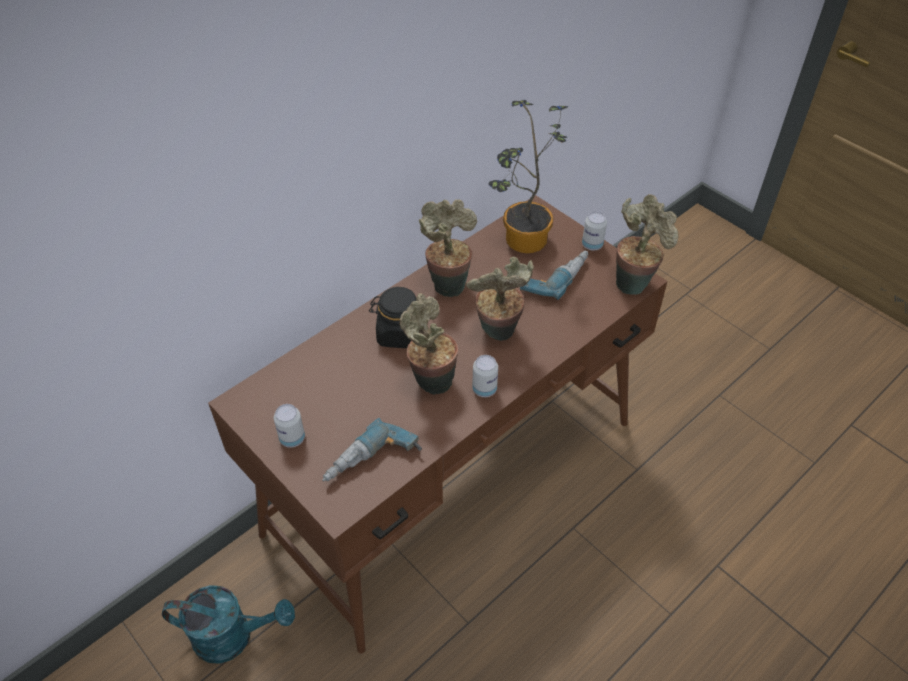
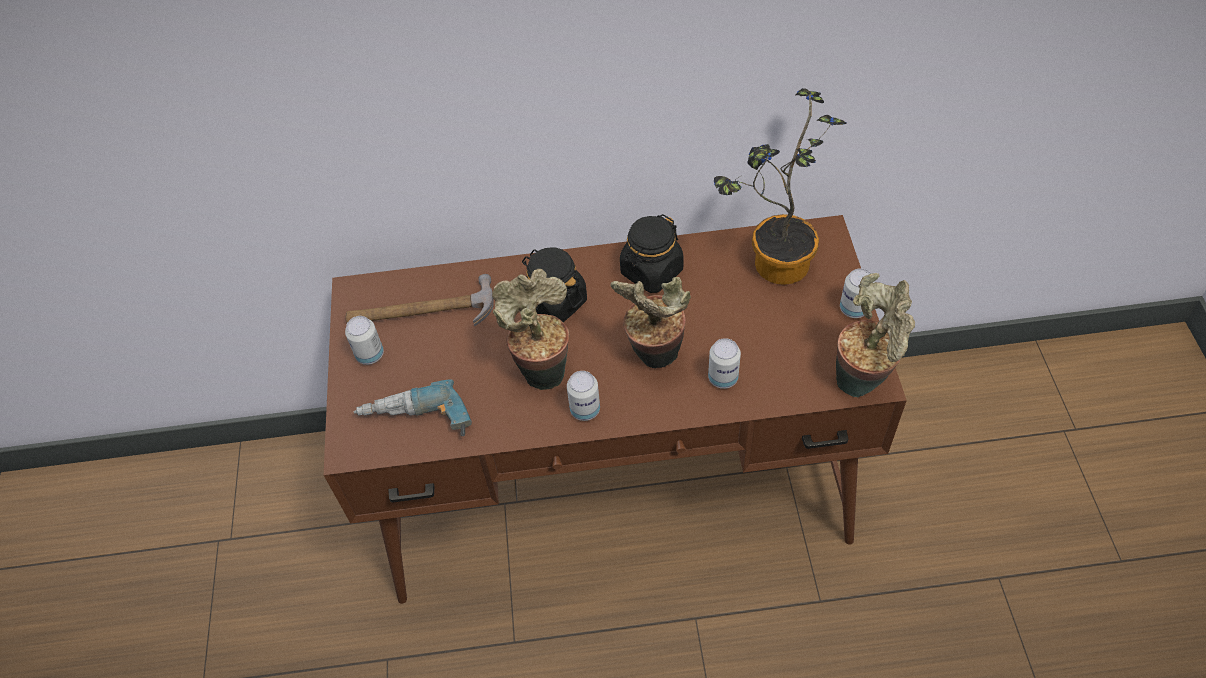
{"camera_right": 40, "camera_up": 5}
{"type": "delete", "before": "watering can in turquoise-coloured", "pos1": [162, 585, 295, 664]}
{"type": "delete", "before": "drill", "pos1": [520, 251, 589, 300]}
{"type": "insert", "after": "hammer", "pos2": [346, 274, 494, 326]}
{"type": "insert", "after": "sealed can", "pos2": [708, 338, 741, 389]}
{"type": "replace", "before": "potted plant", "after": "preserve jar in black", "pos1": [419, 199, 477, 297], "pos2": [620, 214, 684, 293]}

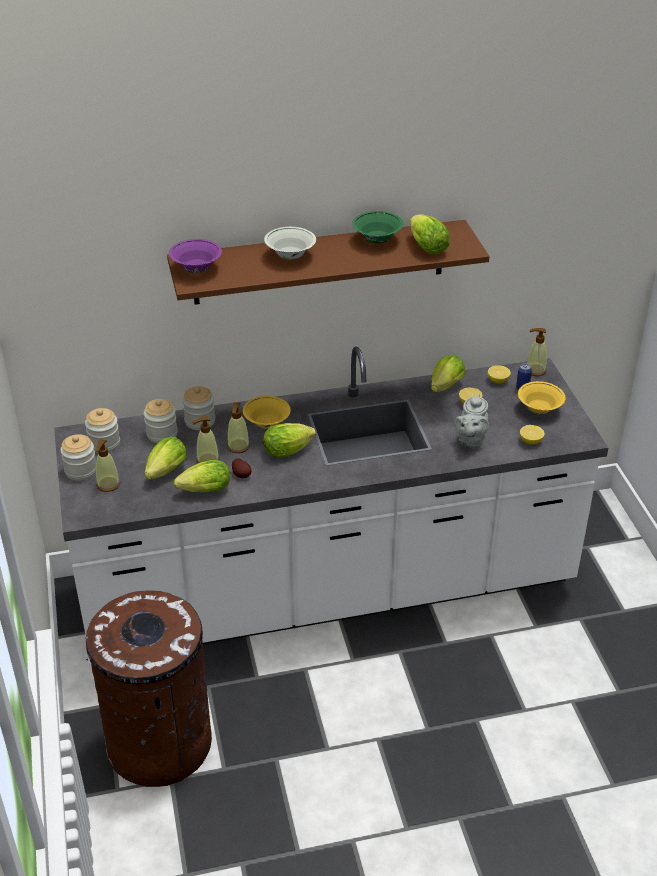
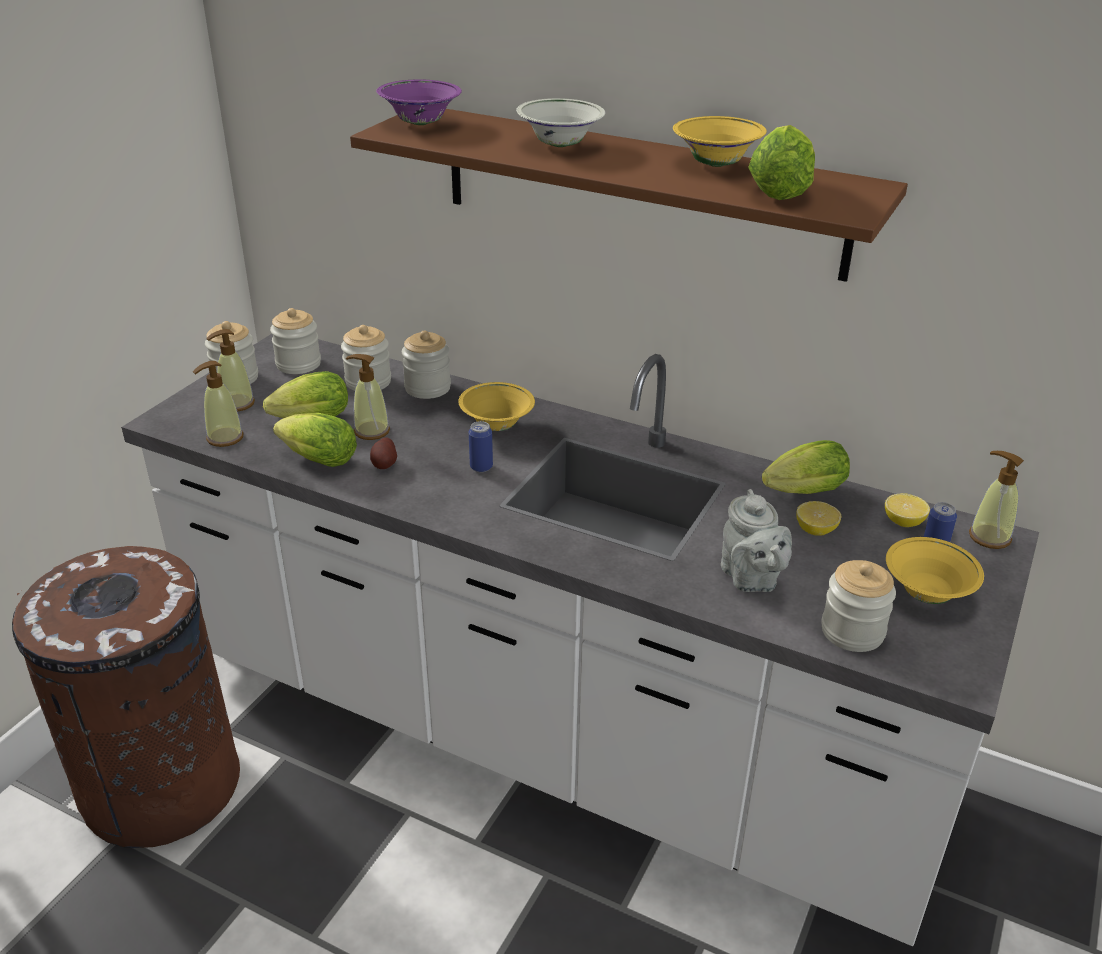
{"camera_right": 40, "camera_up": -5}
{"type": "move", "before": "soap bottle", "pos1": [227, 402, 250, 453], "pos2": [193, 361, 244, 447]}
{"type": "replace", "before": "lettuce", "after": "sealed can", "pos1": [263, 423, 316, 458], "pos2": [469, 421, 493, 472]}
{"type": "replace", "before": "lemon", "after": "preserve jar", "pos1": [520, 425, 545, 445], "pos2": [821, 560, 896, 652]}
{"type": "recolor", "before": "bowl in green-coloured", "after": "bowl in yellow", "pos1": [352, 211, 403, 244], "pos2": [673, 116, 767, 167]}
{"type": "rotate", "before": "tea pot in gray", "pos1": [455, 394, 489, 449], "pos2": [721, 489, 792, 592], "turn": -75}

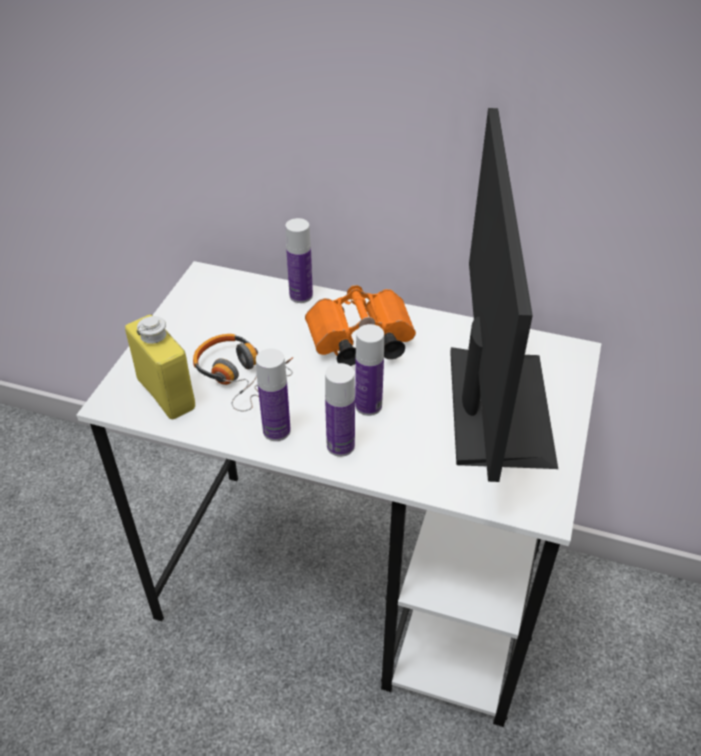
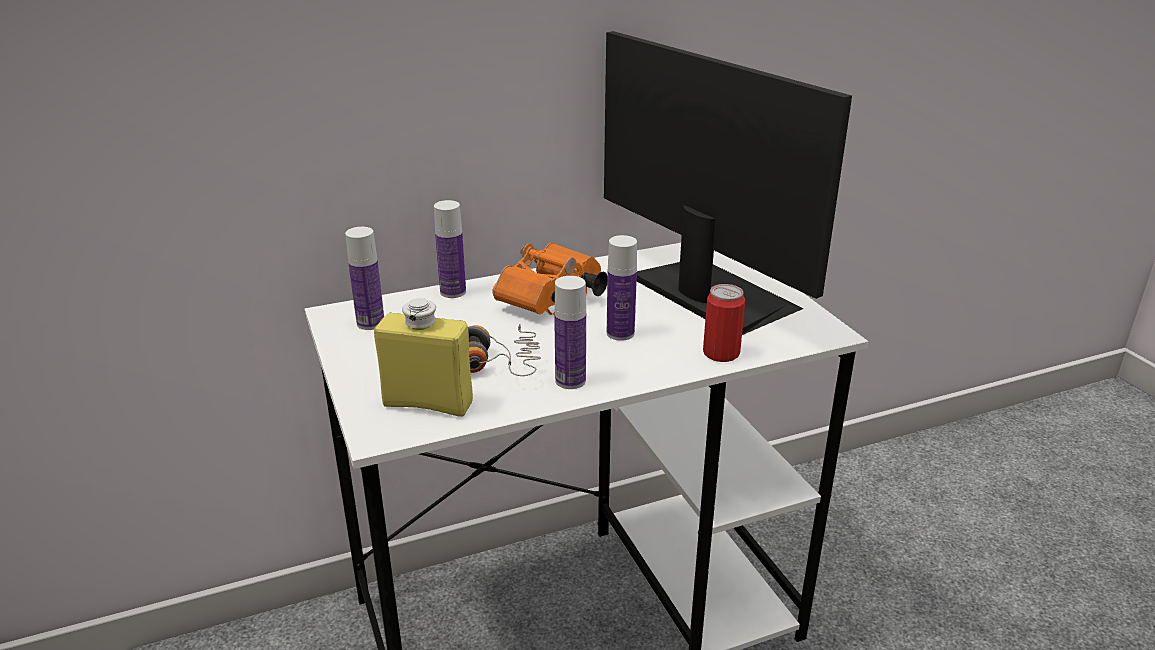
{"camera_right": -40, "camera_up": -15}
{"type": "insert", "after": "sealed can", "pos2": [703, 284, 745, 362]}
{"type": "move", "before": "beverage bottle", "pos1": [325, 363, 355, 457], "pos2": [345, 227, 384, 330]}

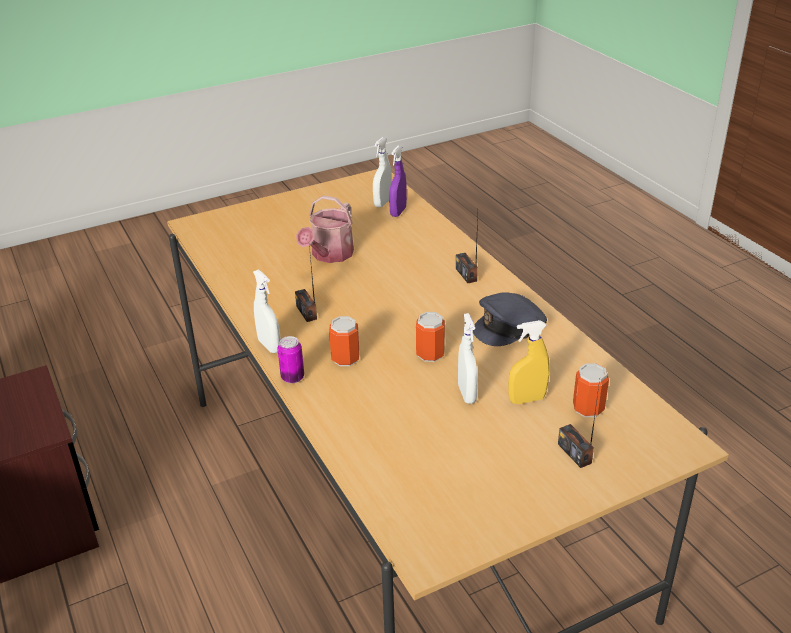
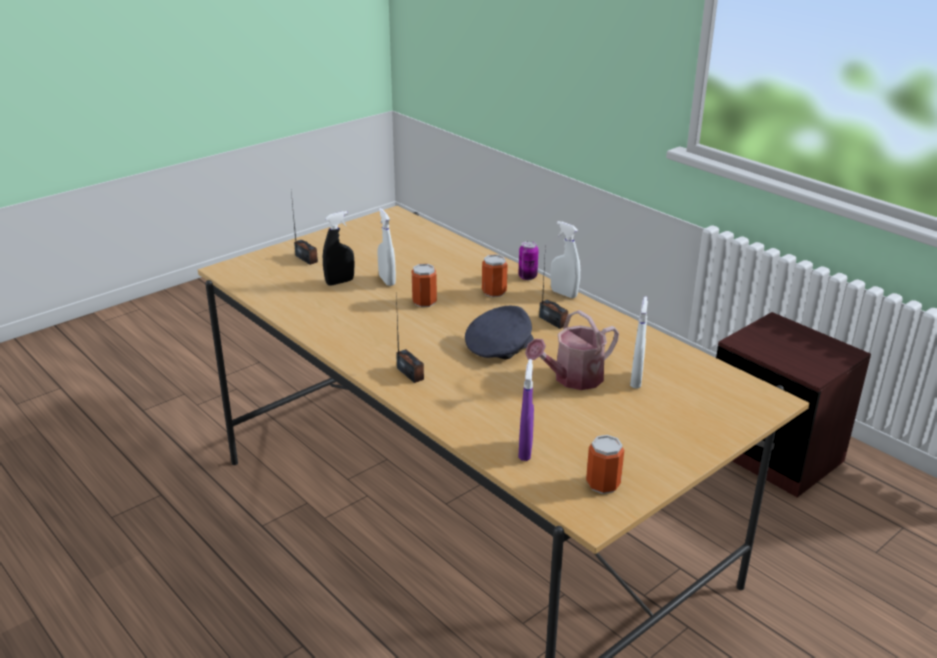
{"camera_right": 165, "camera_up": -5}
{"type": "move", "before": "hand sprayer in white-coloured", "pos1": [373, 137, 392, 207], "pos2": [630, 296, 648, 389]}
{"type": "move", "before": "baseball cap in gray", "pos1": [473, 292, 547, 346], "pos2": [465, 306, 534, 360]}
{"type": "move", "before": "sealed can", "pos1": [573, 363, 609, 417], "pos2": [586, 435, 624, 494]}
{"type": "recolor", "before": "hand sprayer in yellow", "after": "hand sprayer in black", "pos1": [508, 320, 550, 404], "pos2": [323, 211, 355, 286]}
{"type": "rotate", "before": "watering can", "pos1": [296, 195, 354, 263], "pos2": [525, 310, 619, 390], "turn": -135}

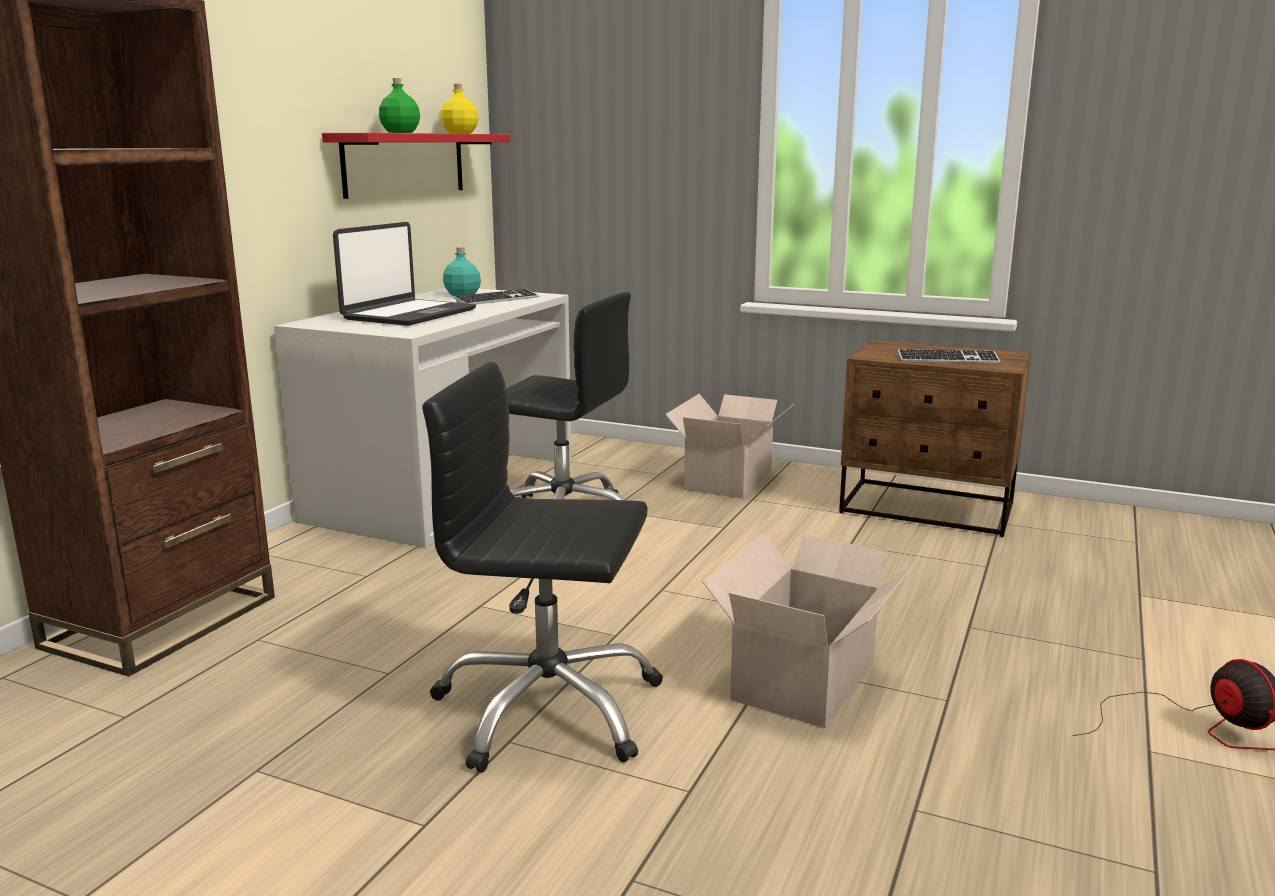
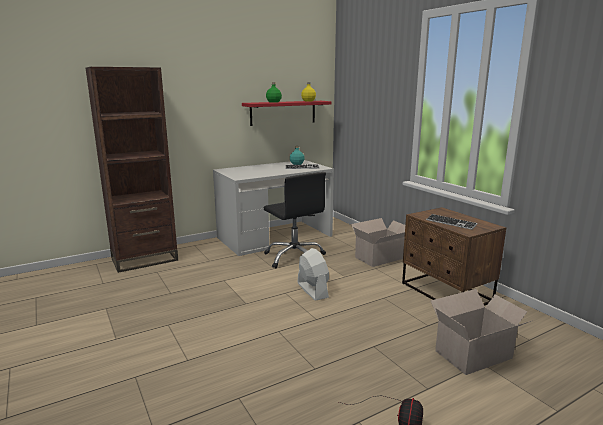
{"camera_right": 35, "camera_up": 0}
{"type": "delete", "before": "portable computer", "pos1": [333, 222, 476, 326]}
{"type": "delete", "before": "desk chair in black", "pos1": [422, 362, 663, 773]}
{"type": "insert", "after": "fan in white-coloured", "pos2": [297, 248, 329, 301]}
{"type": "move", "before": "carton", "pos1": [702, 533, 914, 728], "pos2": [431, 289, 533, 375]}

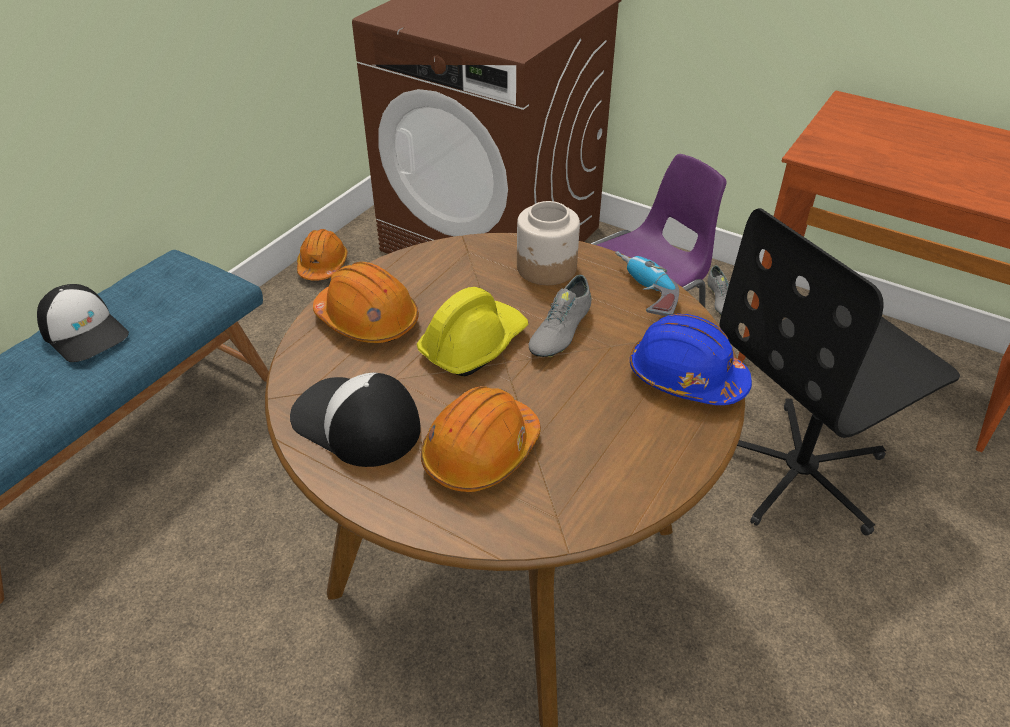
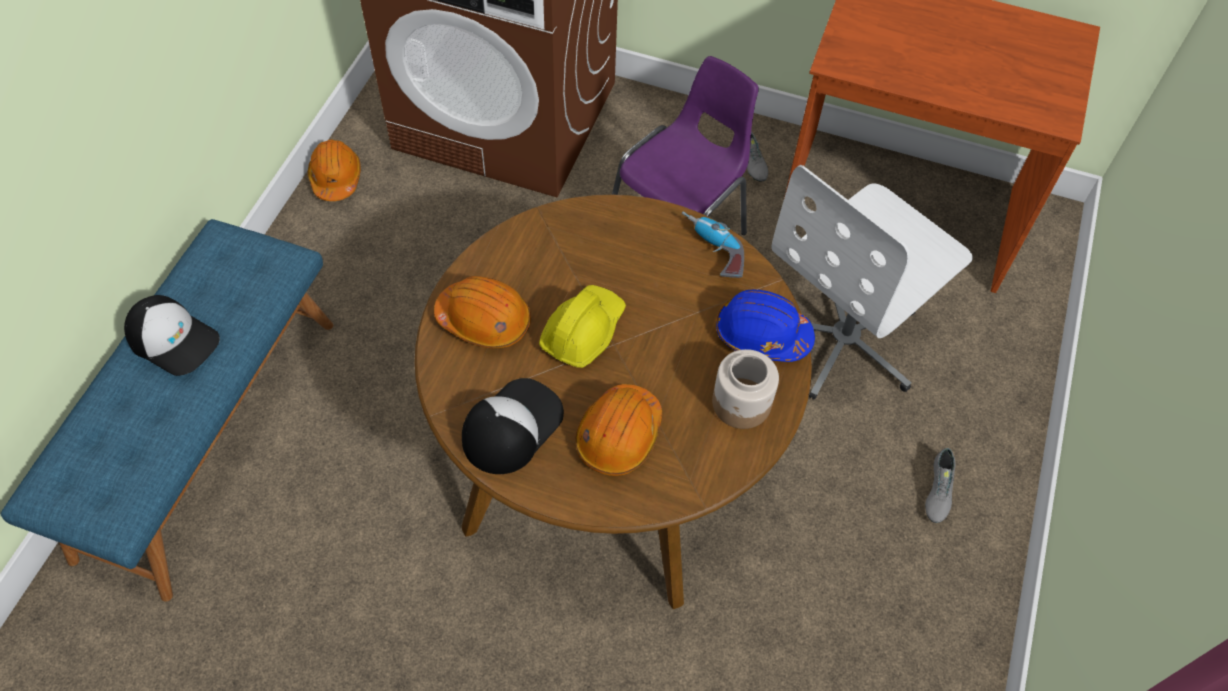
{"camera_right": -15, "camera_up": 15}
{"type": "move", "before": "preserve jar", "pos1": [517, 201, 580, 285], "pos2": [712, 349, 779, 429]}
{"type": "move", "before": "item of footwear in gray", "pos1": [529, 275, 591, 357], "pos2": [925, 448, 955, 523]}
{"type": "recolor", "before": "desk chair in black", "after": "desk chair in white-coloured", "pos1": [719, 208, 960, 536], "pos2": [771, 165, 973, 400]}
{"type": "rotate", "before": "baseball cap", "pos1": [290, 373, 421, 467], "pos2": [462, 378, 564, 474], "turn": 105}

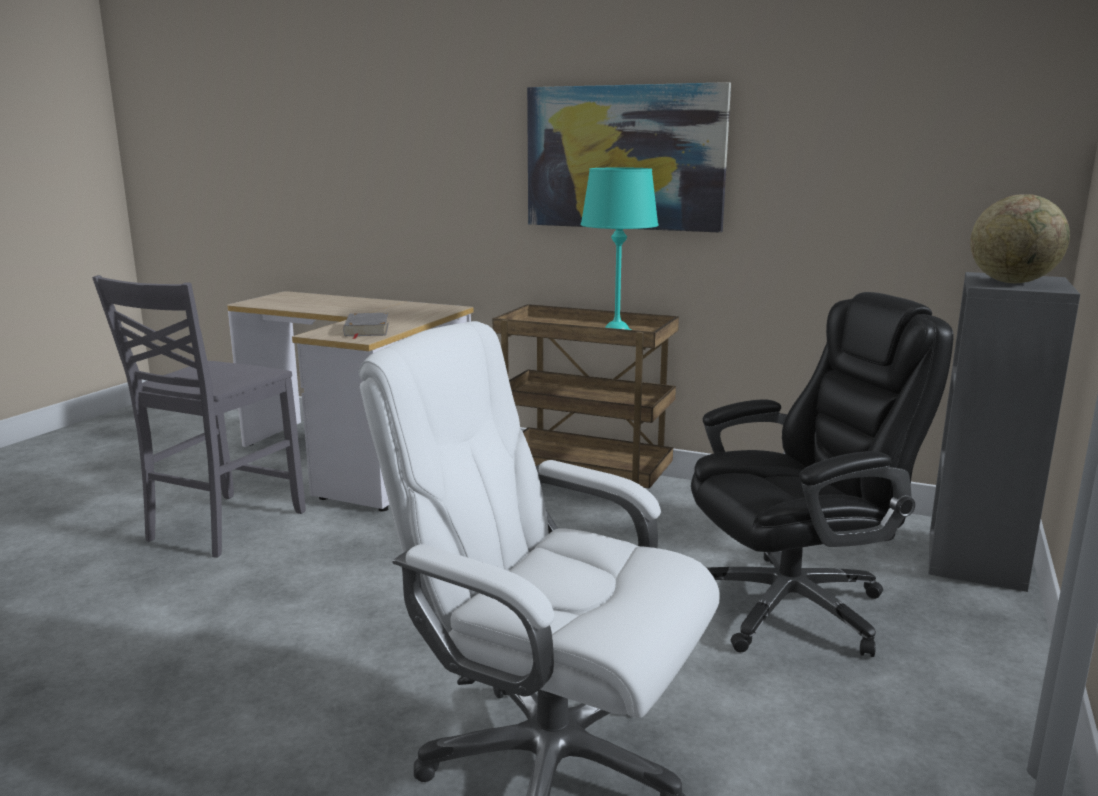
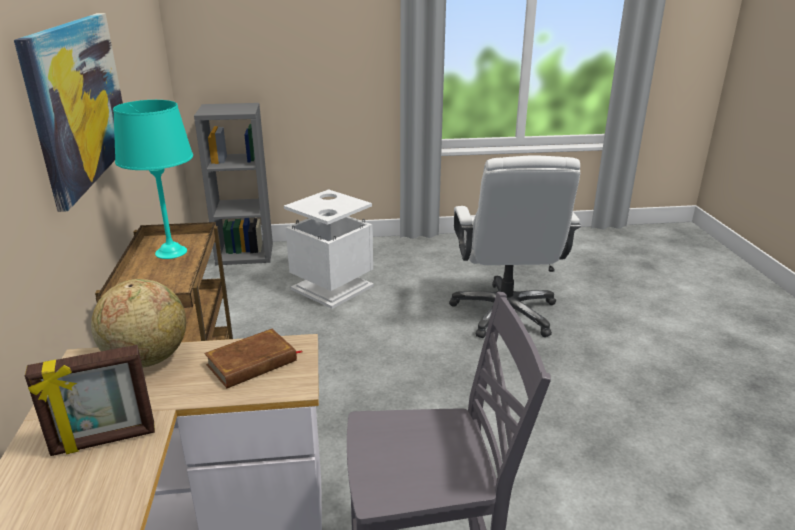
{"camera_right": -120, "camera_up": 10}
{"type": "insert", "after": "photo frame", "pos2": [25, 345, 155, 456]}
{"type": "move", "before": "globe", "pos1": [970, 194, 1070, 283], "pos2": [91, 279, 186, 368]}
{"type": "replace", "before": "desk chair in black", "after": "rubbish bin in white-coloured", "pos1": [691, 292, 954, 657], "pos2": [284, 189, 374, 309]}
{"type": "recolor", "before": "book in gray", "after": "book in brown", "pos1": [343, 313, 389, 339], "pos2": [204, 329, 302, 388]}

